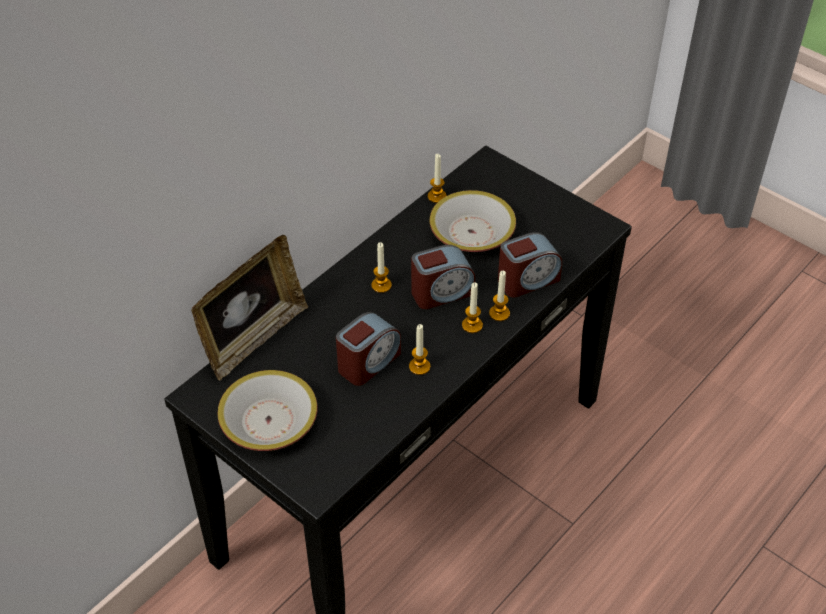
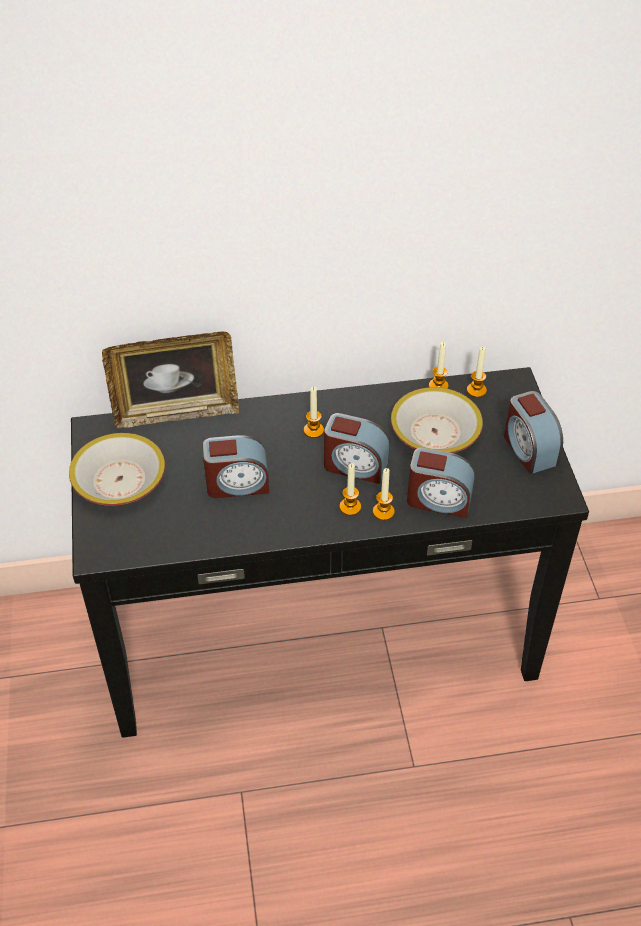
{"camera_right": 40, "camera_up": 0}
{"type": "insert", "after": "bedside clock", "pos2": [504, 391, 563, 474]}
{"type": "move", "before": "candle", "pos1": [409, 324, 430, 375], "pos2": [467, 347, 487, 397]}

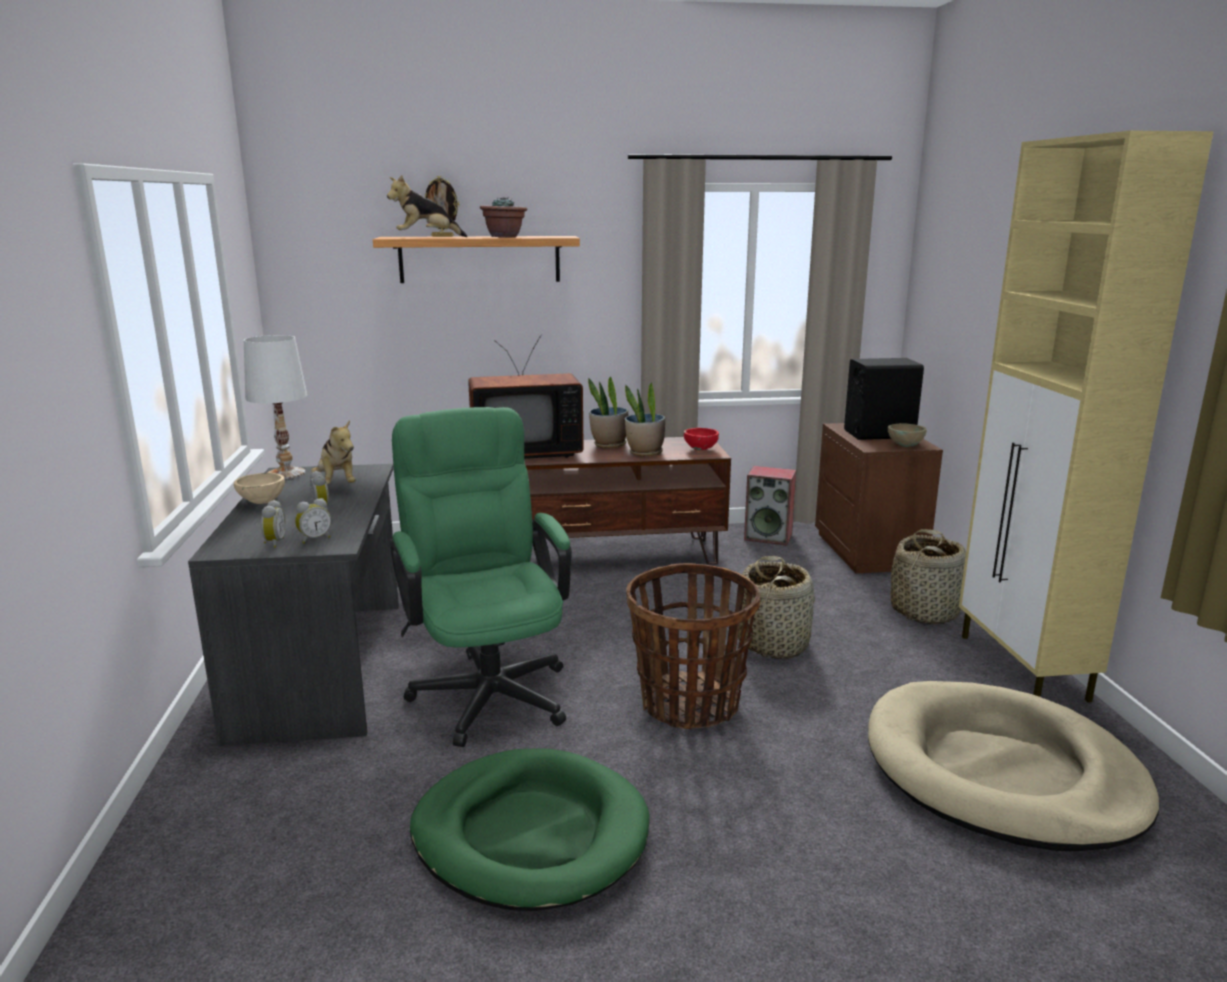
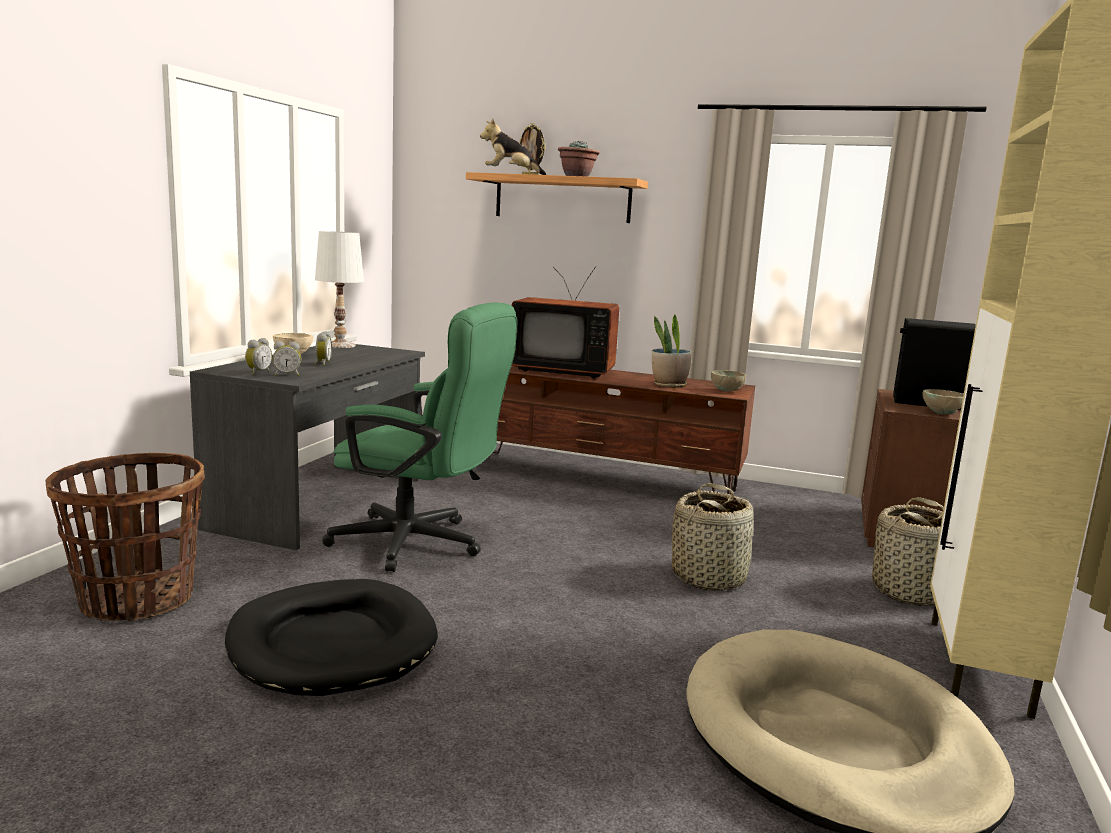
{"camera_right": 25, "camera_up": -5}
{"type": "delete", "before": "plush toy", "pos1": [311, 420, 356, 484]}
{"type": "delete", "before": "potted plant", "pos1": [588, 376, 628, 448]}
{"type": "delete", "before": "speaker", "pos1": [744, 466, 796, 546]}
{"type": "move", "before": "household basket", "pos1": [626, 563, 760, 729], "pos2": [46, 453, 205, 622]}
{"type": "recolor", "before": "dog bed in green-coloured", "after": "dog bed in black", "pos1": [410, 748, 650, 911], "pos2": [225, 579, 438, 696]}
{"type": "recolor", "before": "bowl in reddish", "after": "bowl in beige-coloured", "pos1": [684, 428, 719, 450], "pos2": [711, 370, 746, 392]}
{"type": "rotate", "before": "desk chair in green-coloured", "pos1": [389, 407, 572, 747], "pos2": [322, 302, 517, 572], "turn": 105}

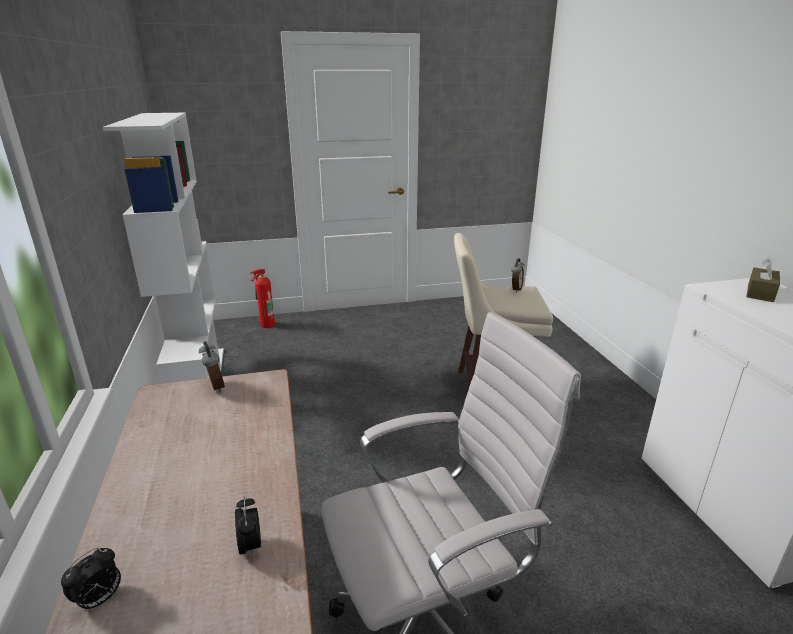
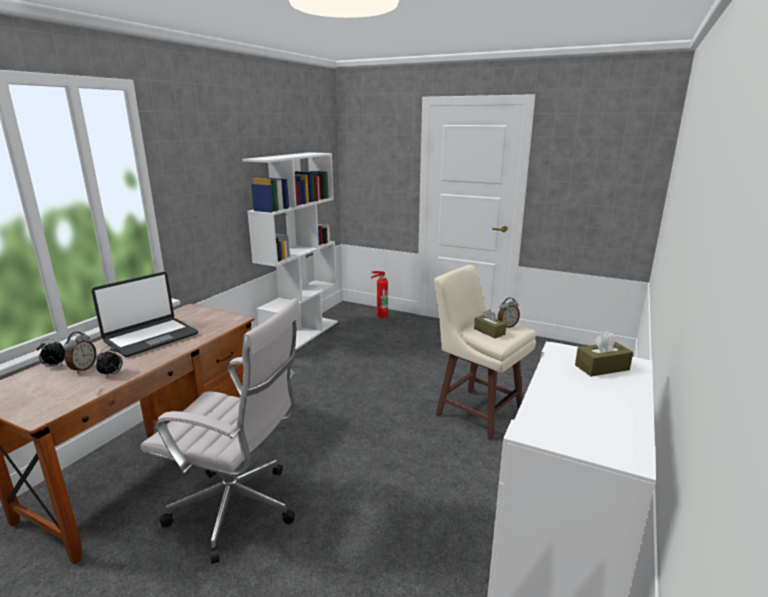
{"camera_right": 40, "camera_up": -5}
{"type": "insert", "after": "portable computer", "pos2": [92, 272, 198, 357]}
{"type": "insert", "after": "tissue box in brown", "pos2": [474, 309, 506, 338]}
{"type": "move", "before": "bedside clock", "pos1": [199, 341, 225, 393], "pos2": [63, 332, 97, 373]}

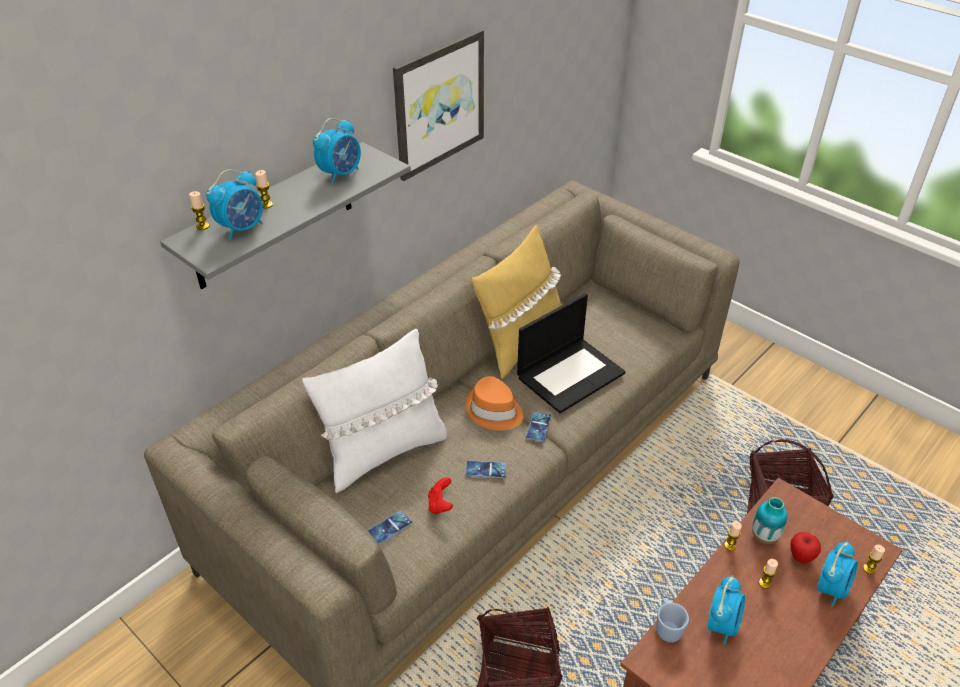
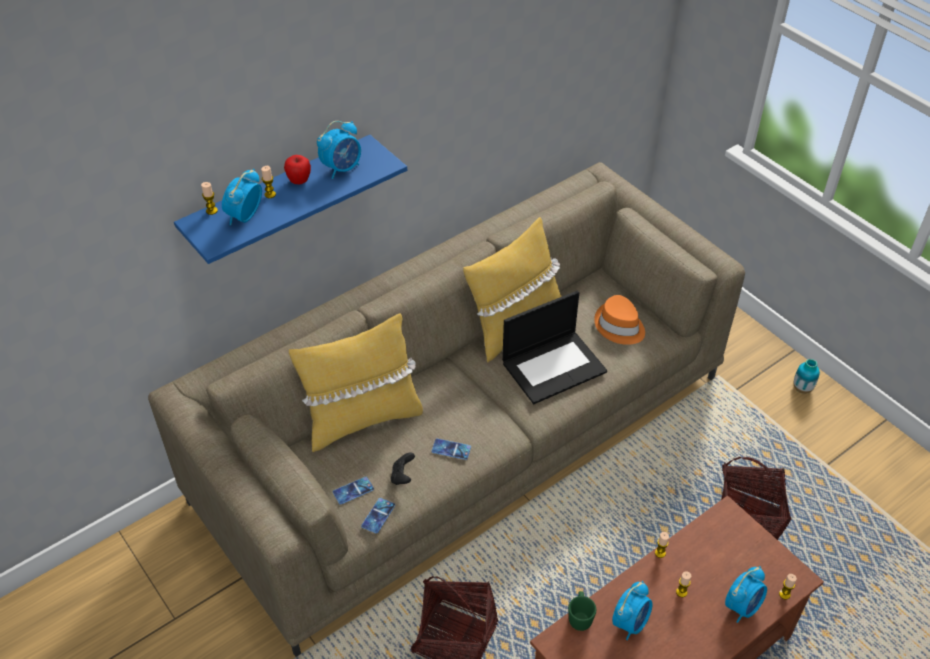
{"camera_right": 10, "camera_up": 5}
{"type": "delete", "before": "wall picture", "pos1": [393, 29, 484, 181]}
{"type": "move", "before": "hat in orange", "pos1": [465, 376, 523, 431], "pos2": [594, 295, 645, 345]}
{"type": "move", "before": "telephone", "pos1": [526, 412, 551, 442], "pos2": [361, 498, 395, 534]}
{"type": "move", "before": "flower vase", "pos1": [752, 497, 788, 544], "pos2": [794, 359, 820, 394]}
{"type": "move", "before": "apple", "pos1": [790, 532, 821, 564], "pos2": [284, 155, 311, 184]}
{"type": "recolor", "before": "shelf in gray", "after": "shelf in bluish", "pos1": [160, 142, 411, 289], "pos2": [174, 135, 407, 264]}
{"type": "recolor", "before": "pillow in white-coloured", "after": "pillow in yellow", "pos1": [302, 329, 447, 493], "pos2": [289, 314, 423, 452]}
{"type": "recolor", "before": "game controller in reddish", "after": "game controller in black", "pos1": [428, 477, 453, 515], "pos2": [391, 453, 415, 485]}
{"type": "recolor", "before": "tea mug in bluish", "after": "tea mug in green-coloured", "pos1": [656, 598, 689, 642], "pos2": [568, 591, 596, 631]}
{"type": "rotate", "before": "bedside clock", "pos1": [206, 169, 263, 240], "pos2": [222, 169, 262, 225], "turn": 150}

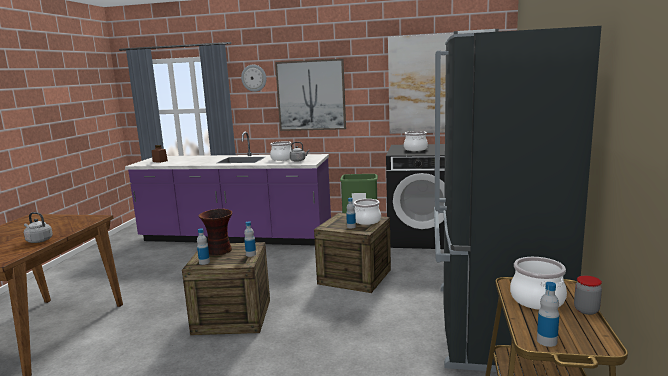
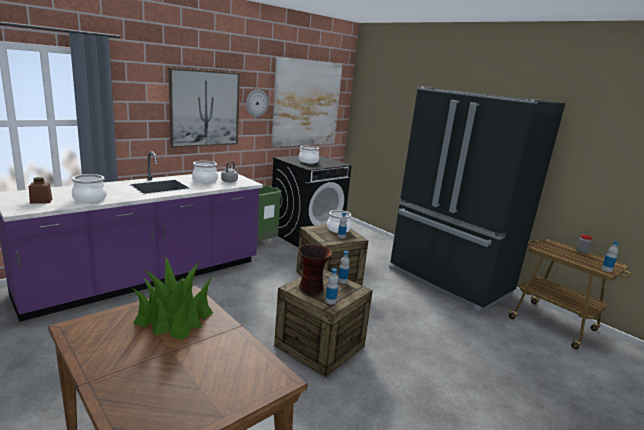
{"camera_right": -55, "camera_up": 5}
{"type": "delete", "before": "kettle in gray", "pos1": [24, 212, 53, 243]}
{"type": "insert", "after": "potted plant", "pos2": [131, 256, 213, 340]}
{"type": "move", "before": "hanging clock", "pos1": [241, 65, 267, 92], "pos2": [246, 90, 268, 117]}
{"type": "move", "before": "cooking pot", "pos1": [510, 257, 567, 310], "pos2": [72, 174, 107, 203]}

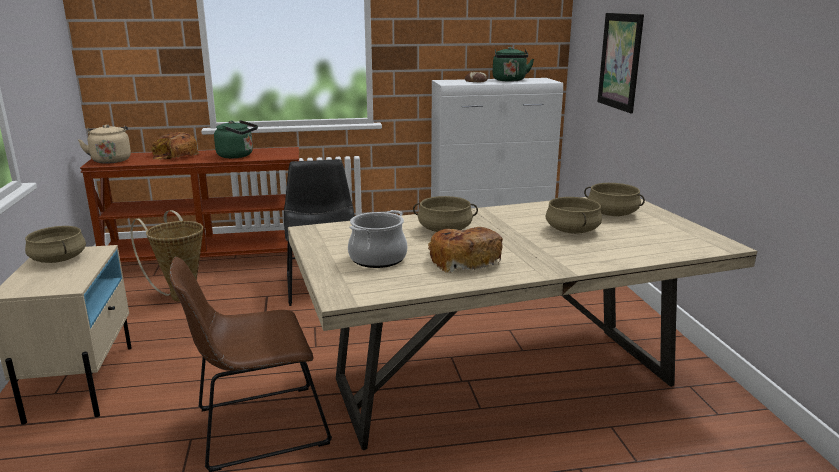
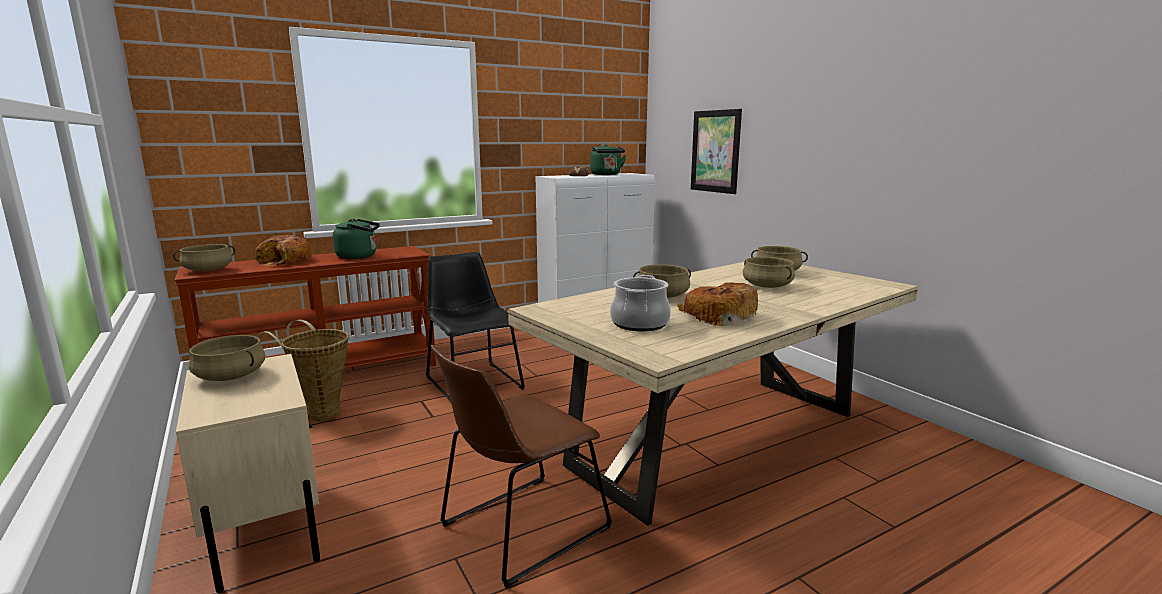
{"camera_right": -20, "camera_up": -5}
{"type": "replace", "before": "kettle in beige-coloured", "after": "cooking pot in beige-coloured", "pos1": [78, 124, 131, 164], "pos2": [173, 244, 235, 271]}

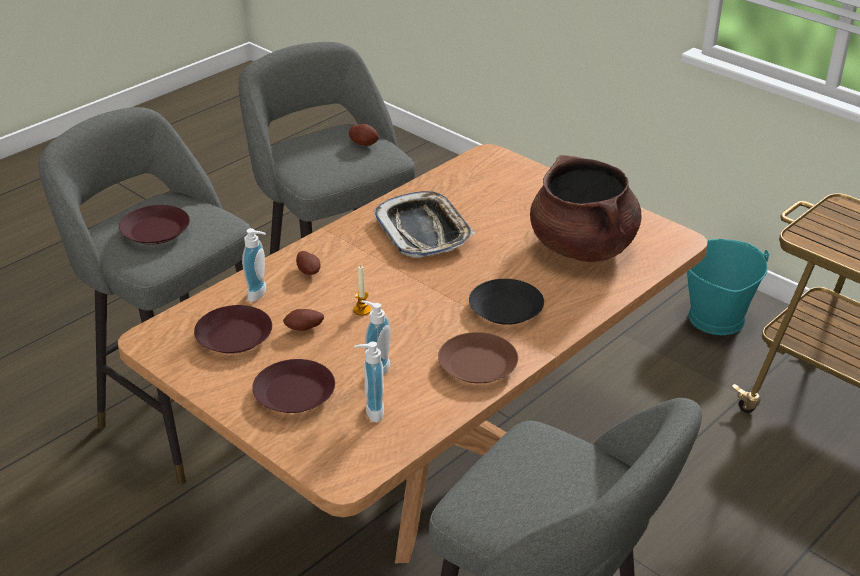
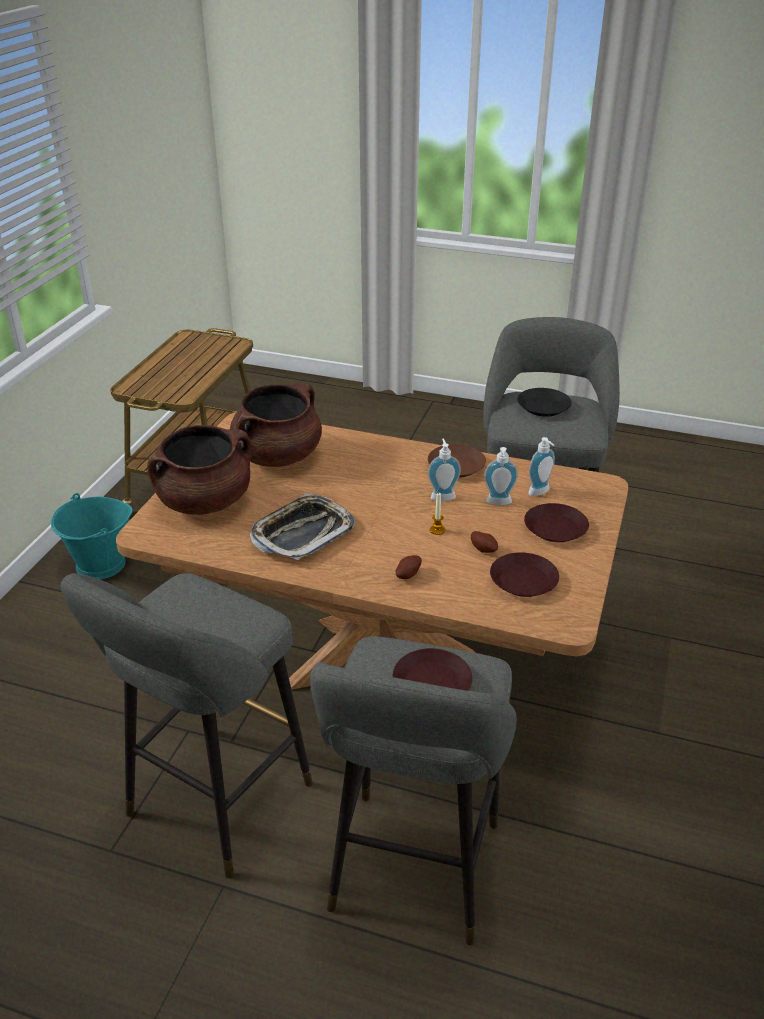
{"camera_right": -115, "camera_up": 0}
{"type": "delete", "before": "spud", "pos1": [349, 124, 379, 146]}
{"type": "insert", "after": "cooking pot in brown", "pos2": [147, 425, 251, 515]}
{"type": "move", "before": "soap bottle", "pos1": [242, 228, 266, 302], "pos2": [428, 438, 461, 501]}
{"type": "move", "before": "plate in black", "pos1": [469, 279, 544, 325], "pos2": [517, 388, 572, 417]}

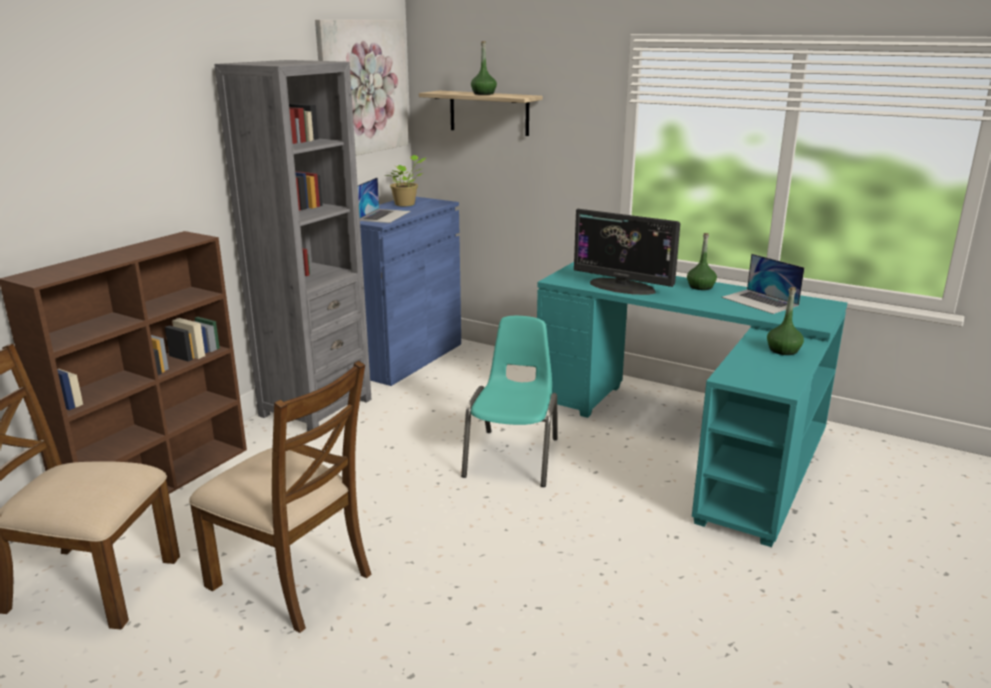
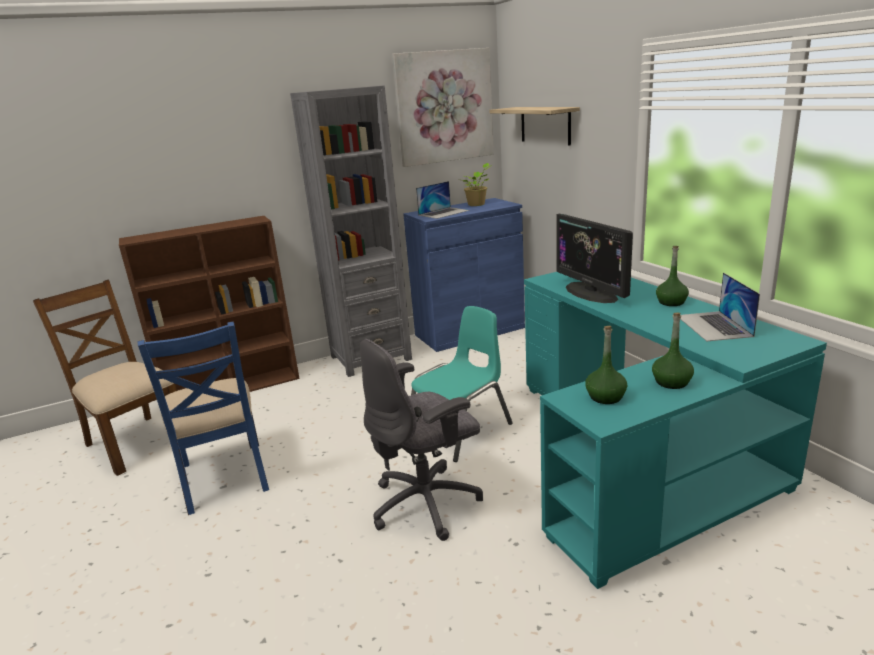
{"camera_right": 35, "camera_up": 0}
{"type": "insert", "after": "desk chair in gray", "pos2": [360, 339, 483, 541]}
{"type": "move", "before": "beverage bottle in green-coloured", "pos1": [471, 41, 497, 95], "pos2": [585, 326, 627, 404]}
{"type": "recolor", "before": "plain chair in brown", "after": "plain chair in bluish", "pos1": [189, 361, 371, 633], "pos2": [137, 321, 269, 515]}

